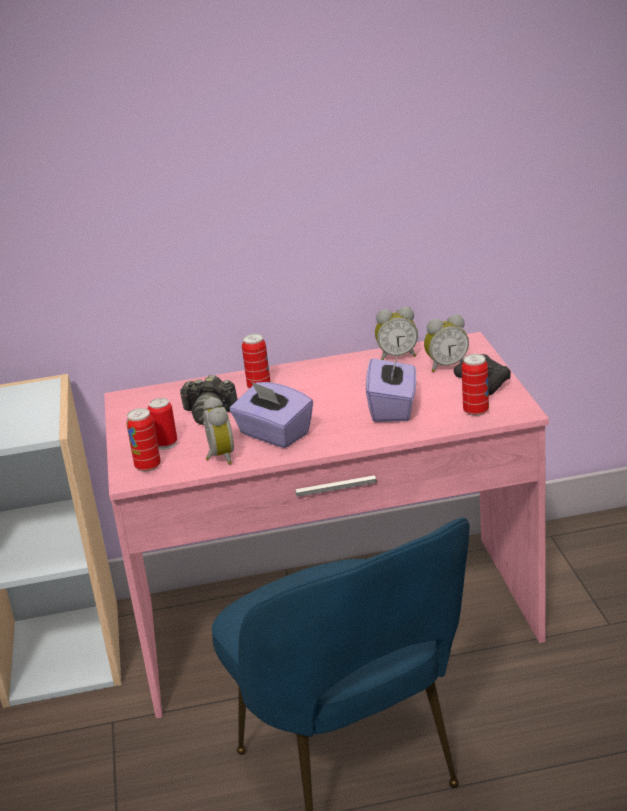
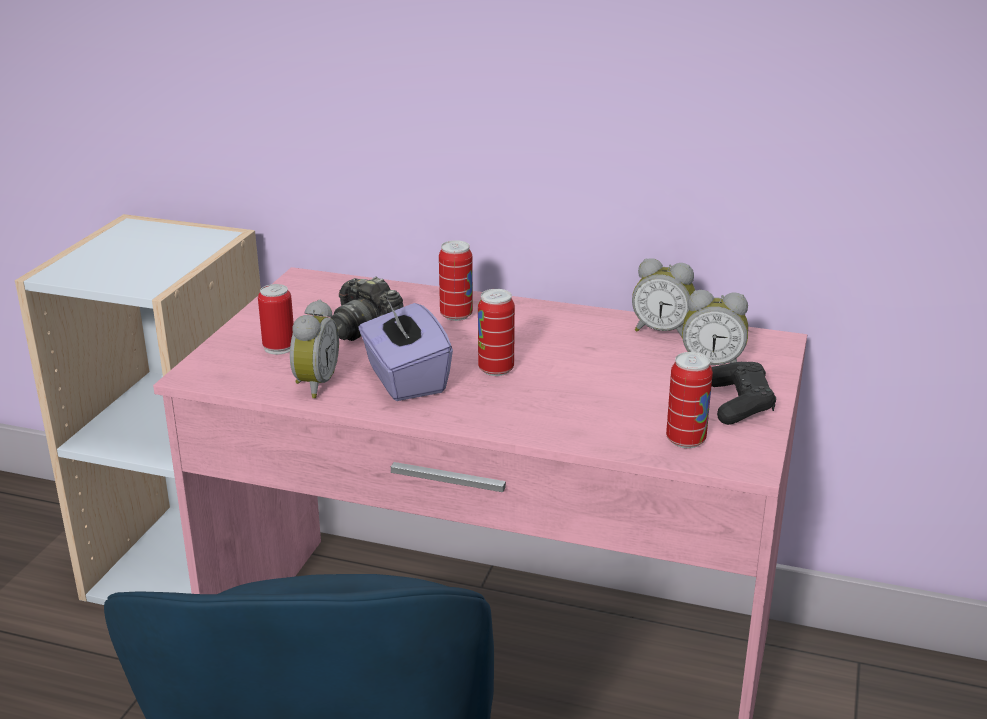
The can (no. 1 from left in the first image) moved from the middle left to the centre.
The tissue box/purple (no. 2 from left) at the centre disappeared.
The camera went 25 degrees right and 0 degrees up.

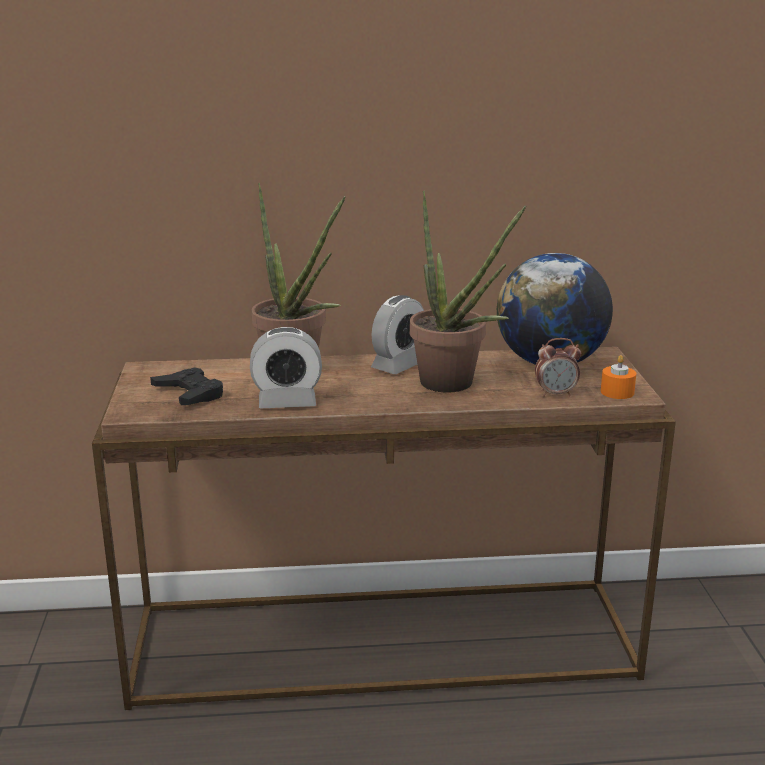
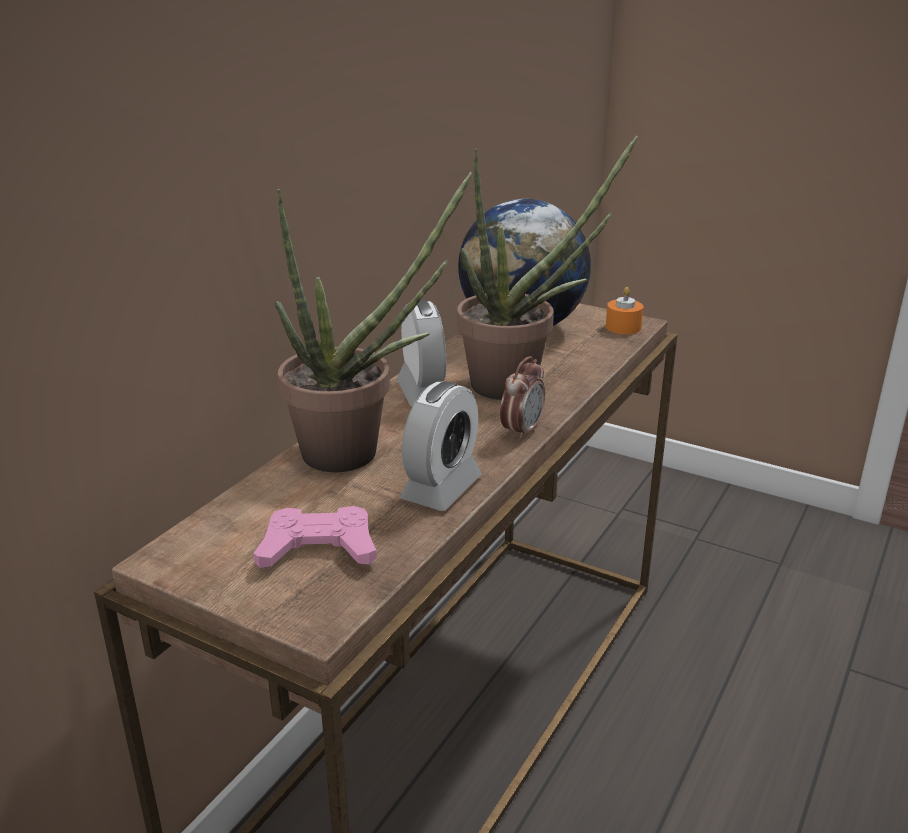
The game controller/black at the middle left became the game controller/pink at the centre.
The alarm clock (no. 3 from left) moved from the middle right to the centre.
The camera went 55 degrees left and 5 degrees up.

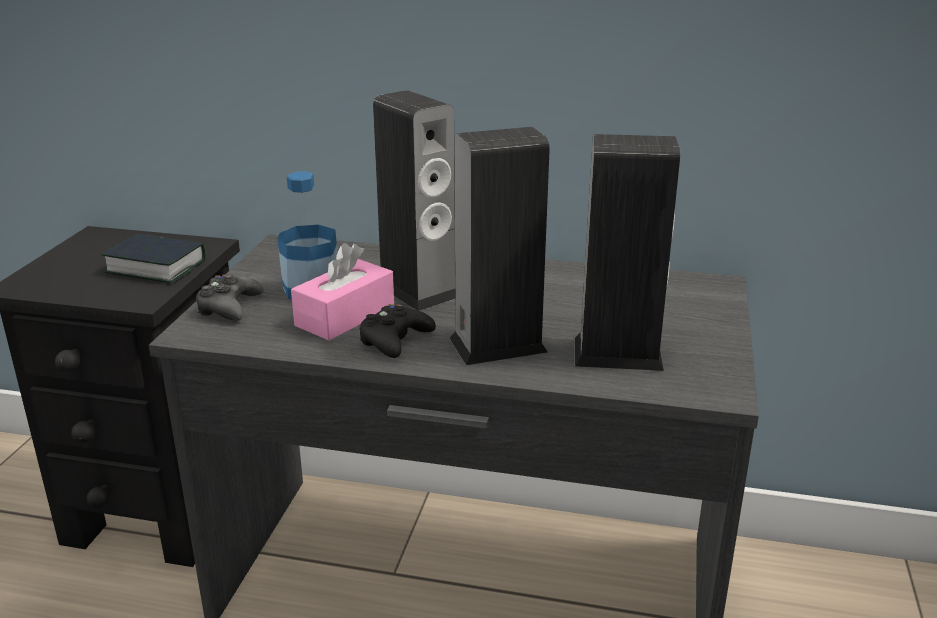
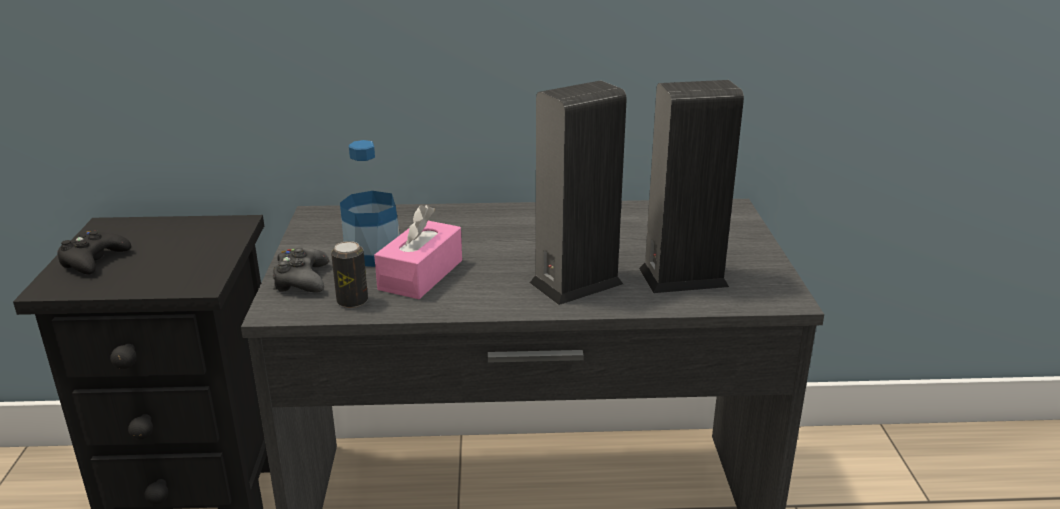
The game controller/black (no. 2 from left in the first image) moved from the centre to the middle left.
The can at the middle left appeared.
The book at the middle left disappeared.
The speaker (no. 1 from left) at the top centre disappeared.
The camera went 15 degrees left and 0 degrees up.

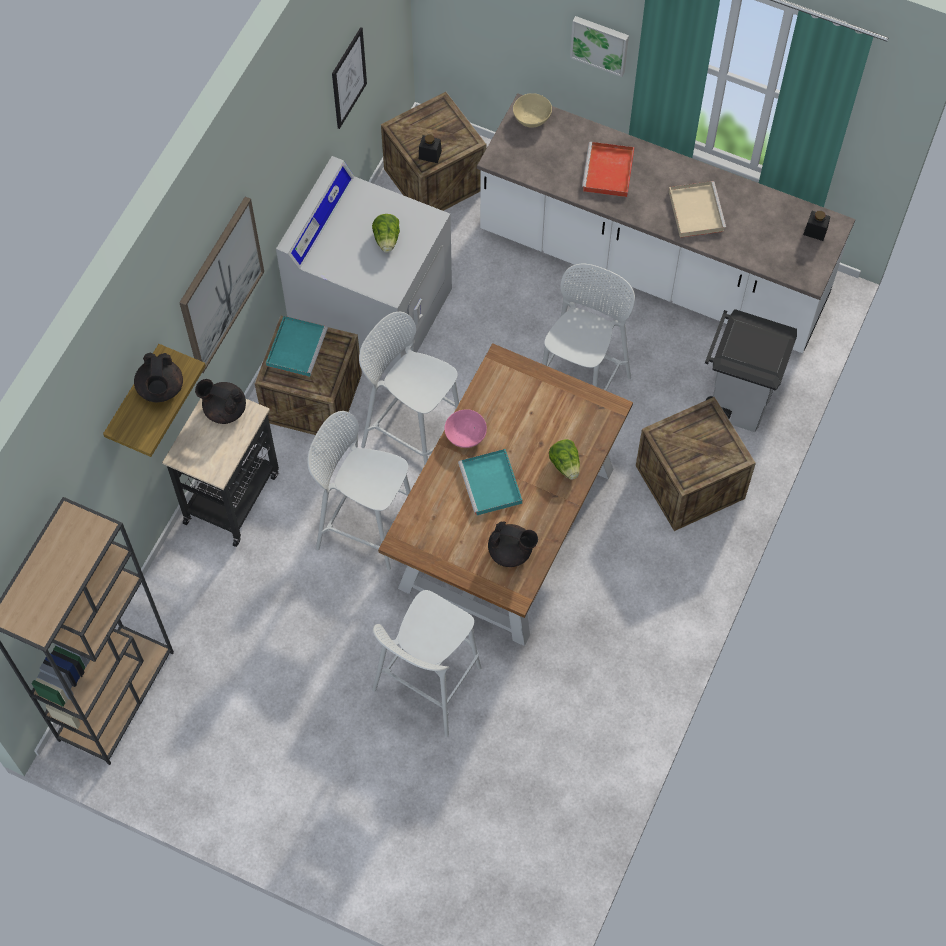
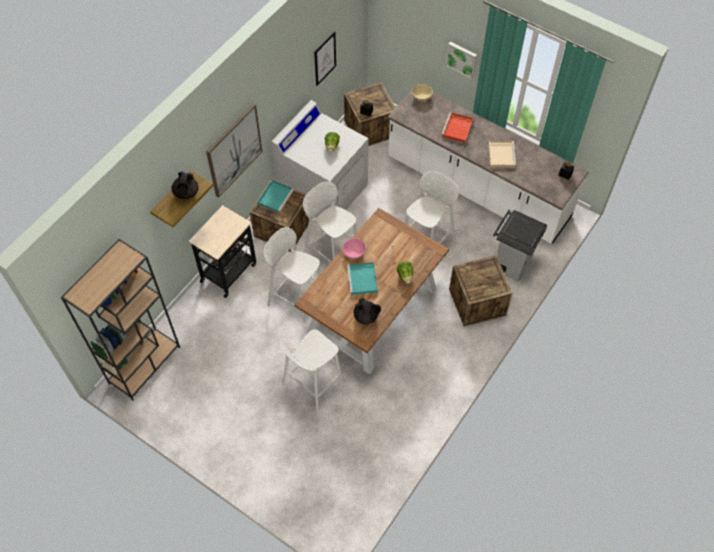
The teapot/black (no. 2 from left) at the middle left disappeared.
The camera went 10 degrees right and 5 degrees down.

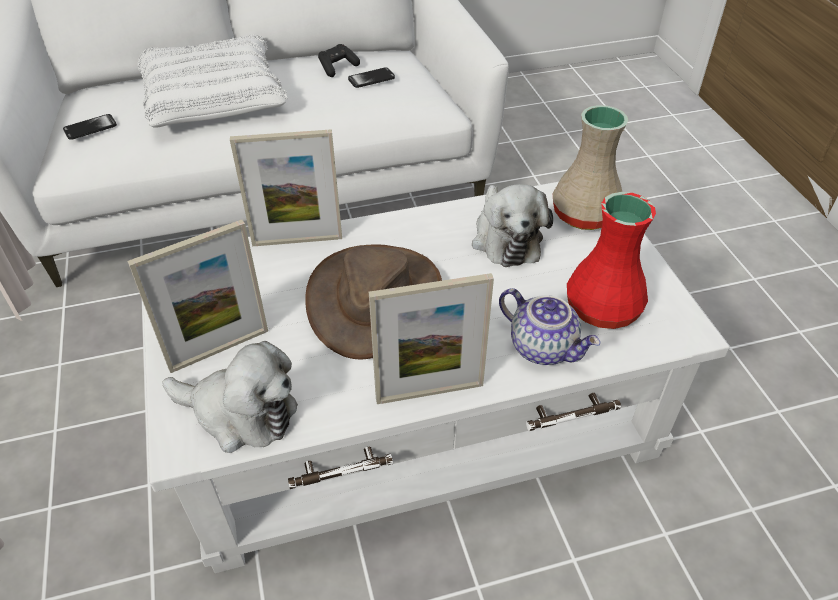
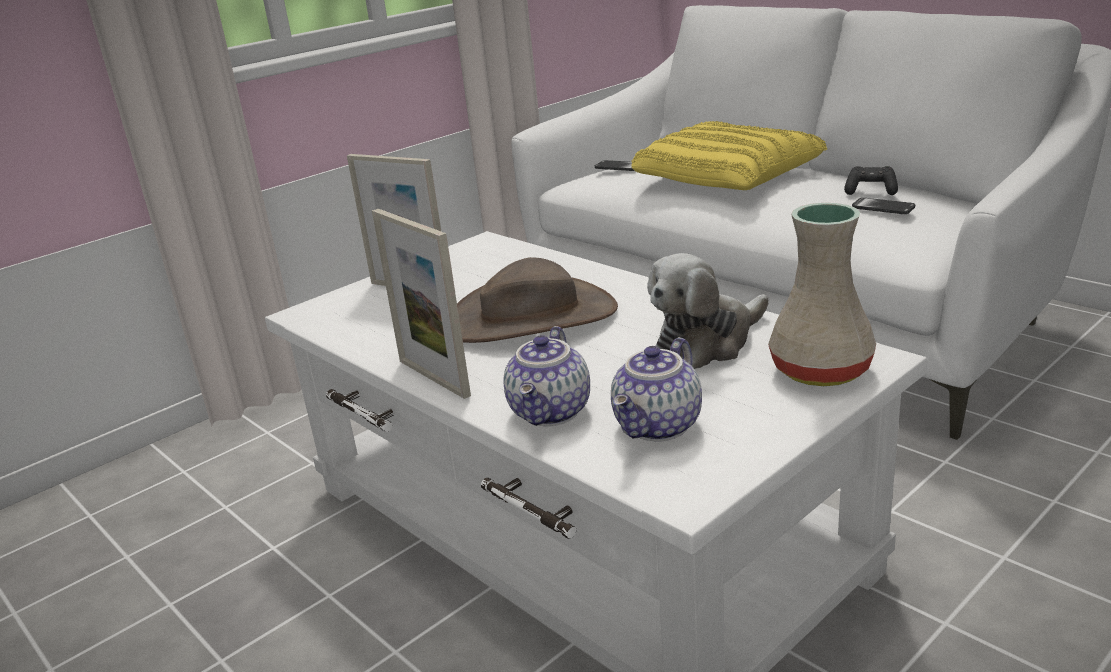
The vase/red at the middle right was replaced by the teapot (no. 2 from left) at the centre.
The pillow/white at the top left became the pillow/yellow at the top centre.
The plush toy (no. 1 from left) at the middle left disappeared.
The picture frame (no. 2 from left) at the top centre disappeared.
The camera went 65 degrees right and 20 degrees down.

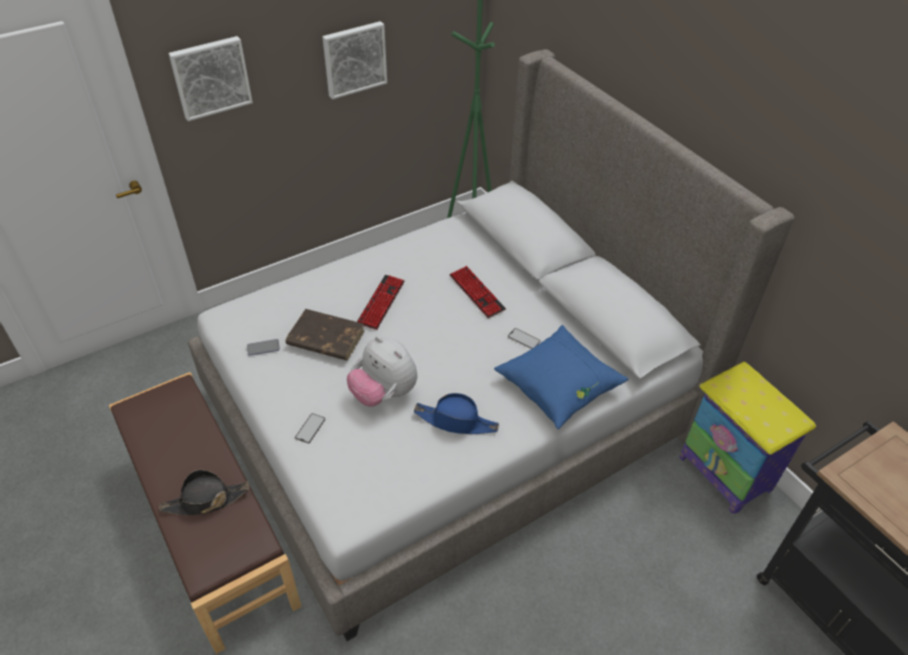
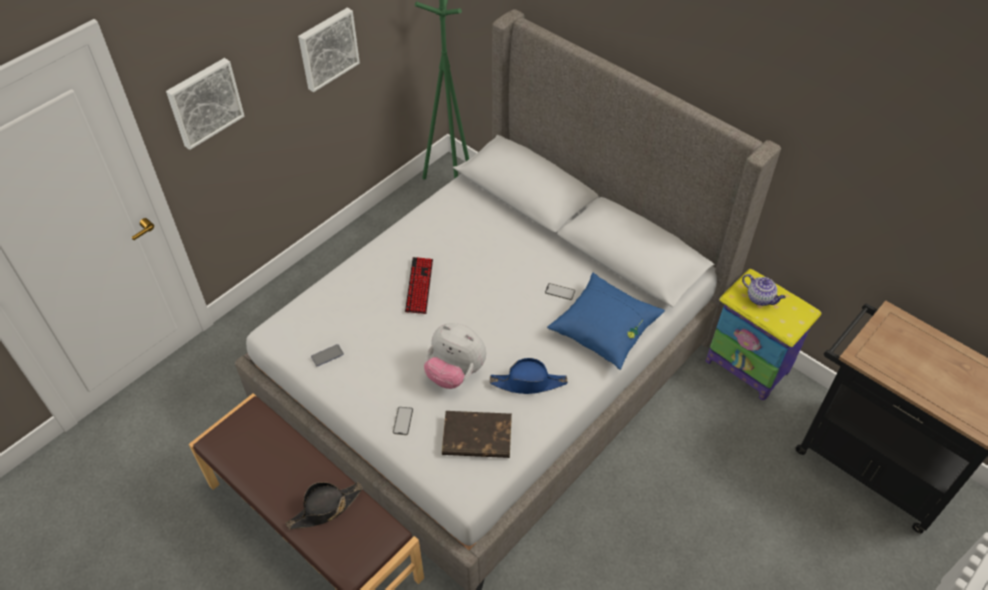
The book/brown moved from the centre to the bottom centre.
The teapot at the middle right appeared.
The keyboard (no. 2 from left) at the centre disappeared.
The camera went 15 degrees left and 5 degrees up.

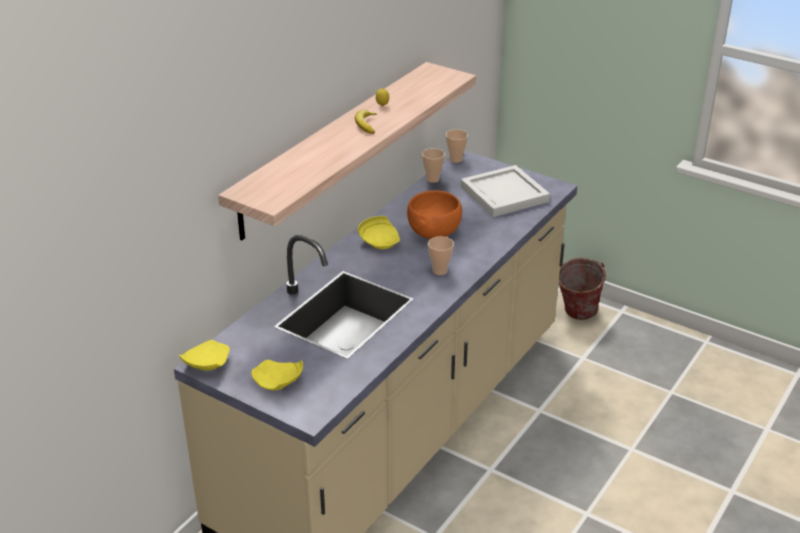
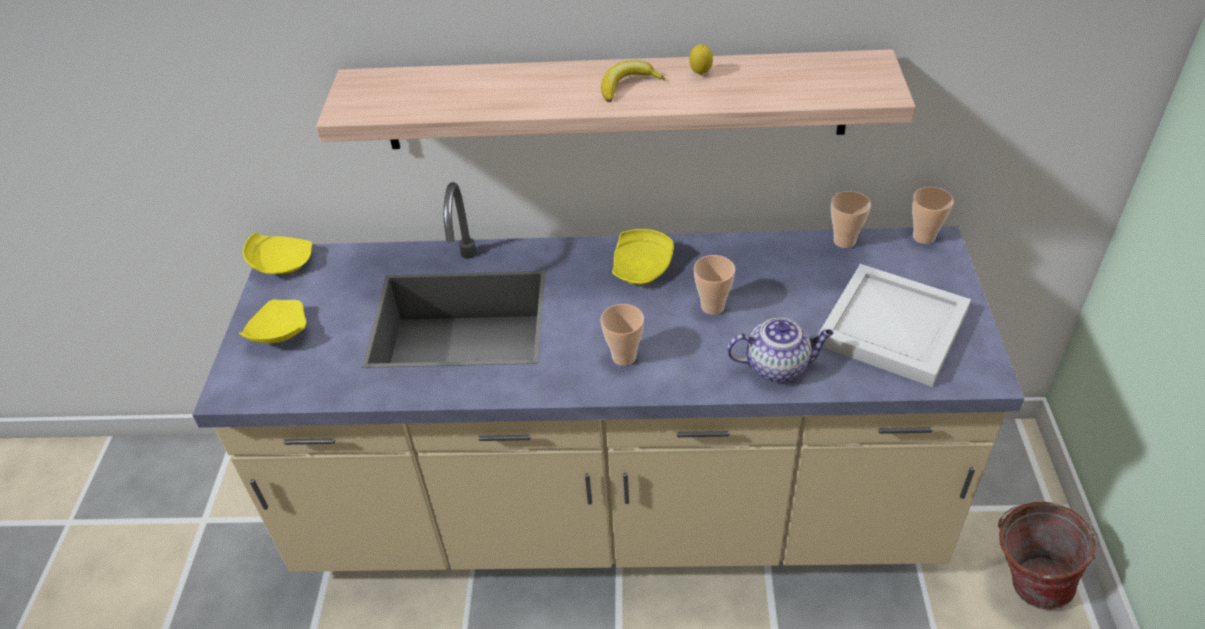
The bowl/orange at the centre was replaced by the cup (no. 2 from left) at the centre.
The teapot at the centre appeared.
The camera went 60 degrees right and 10 degrees up.

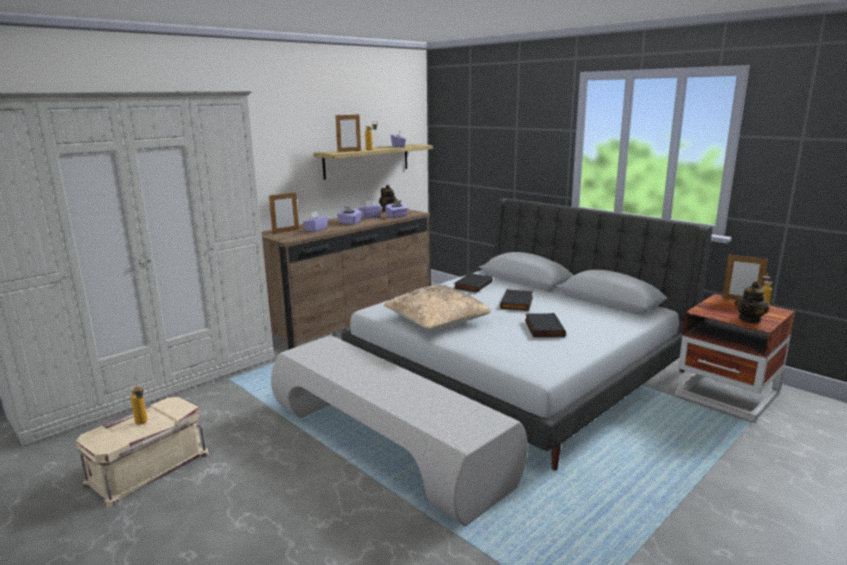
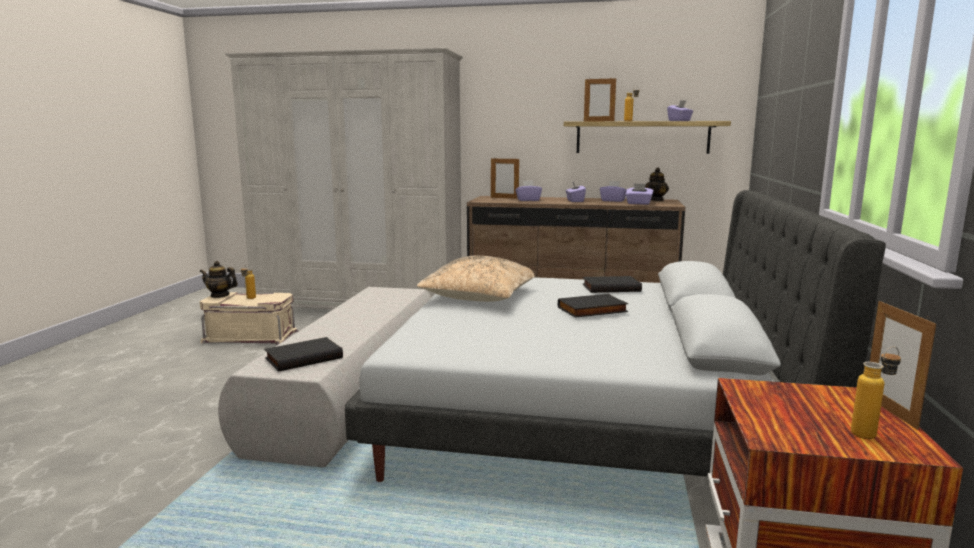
The teapot (no. 2 from left in the first image) moved from the middle right to the middle left.
The book/black (no. 3 from left in the first image) moved from the centre to the middle left.
The camera went 55 degrees right and 5 degrees down.

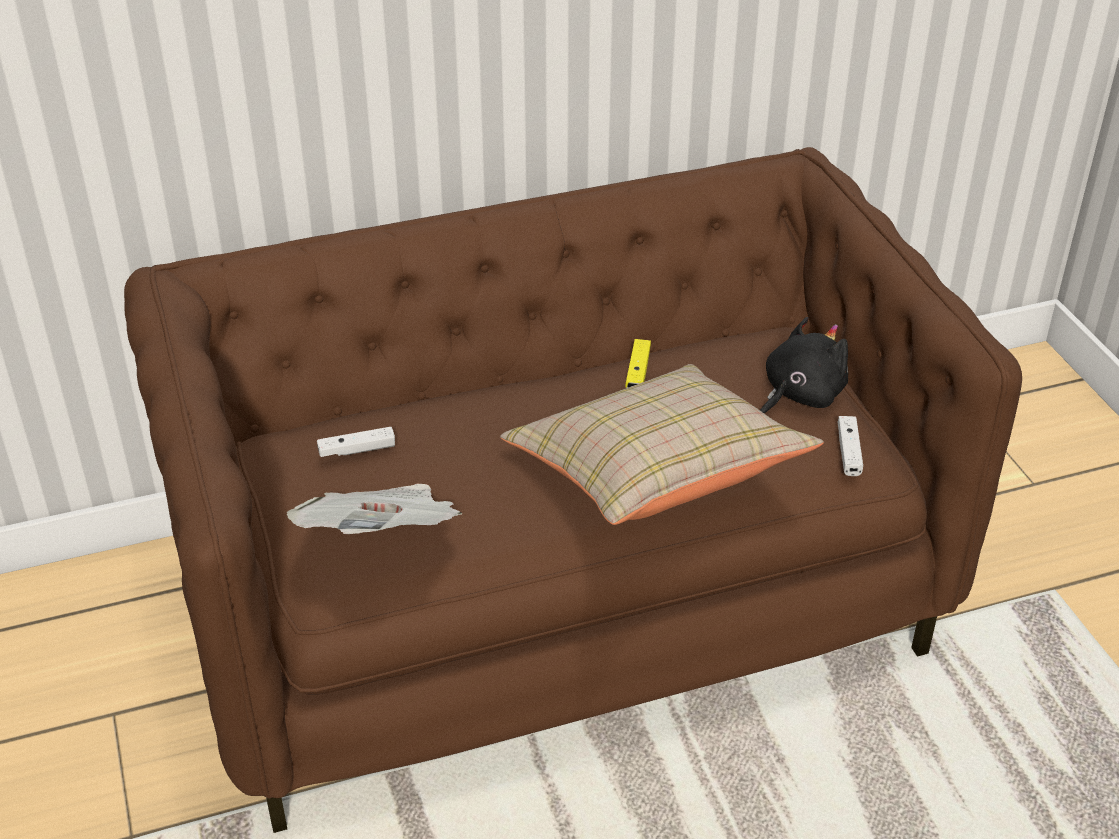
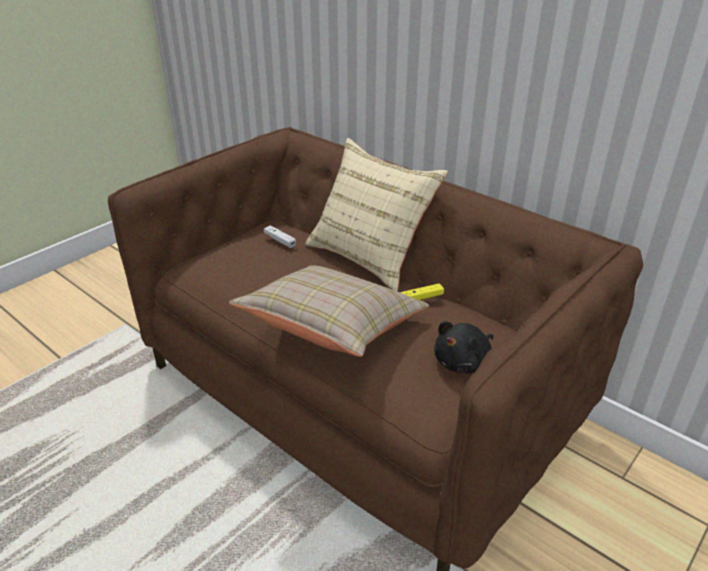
The pillow/beige (no. 2 from left) at the centre appeared.
The plush toy/black at the middle right turned 120 degrees clockwise.
The newspaper at the centre disappeared.
The game controller/white (no. 2 from left) at the middle right disappeared.
The camera went 60 degrees right and 5 degrees down.

